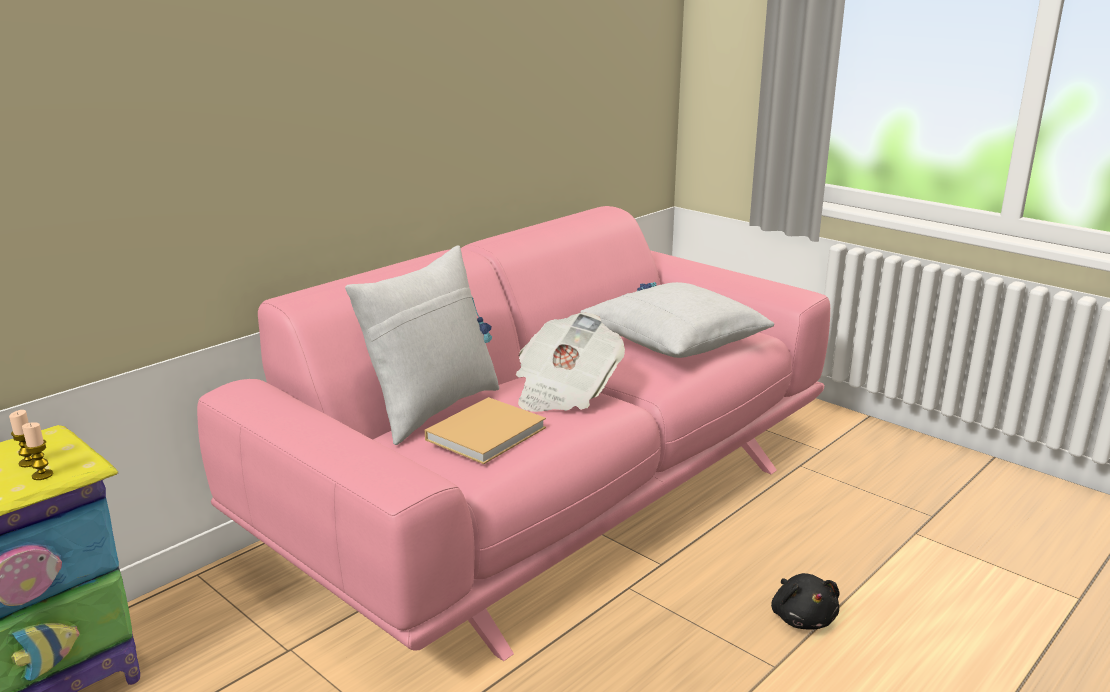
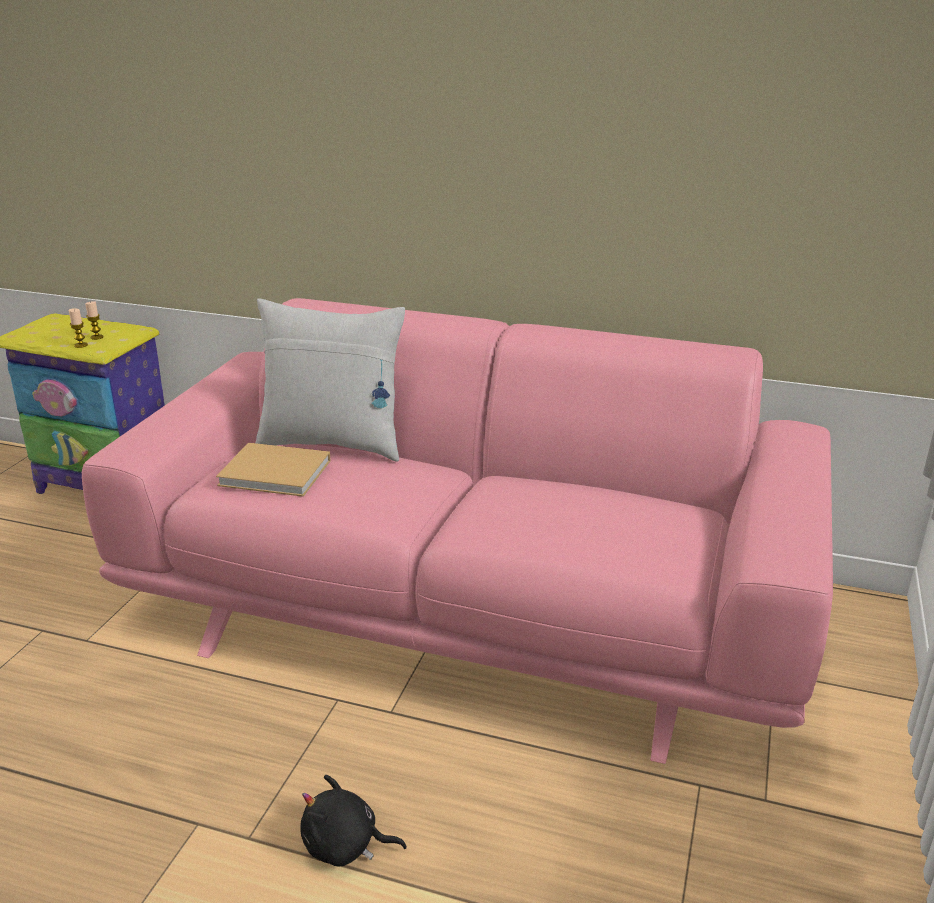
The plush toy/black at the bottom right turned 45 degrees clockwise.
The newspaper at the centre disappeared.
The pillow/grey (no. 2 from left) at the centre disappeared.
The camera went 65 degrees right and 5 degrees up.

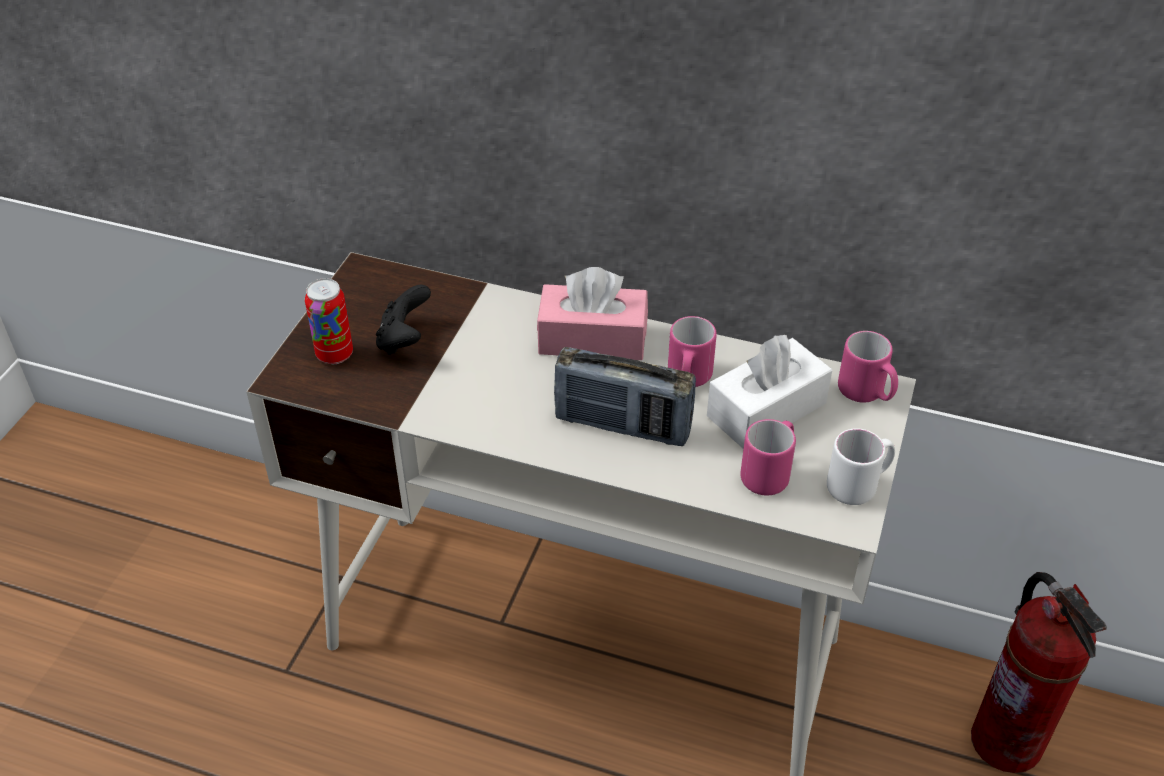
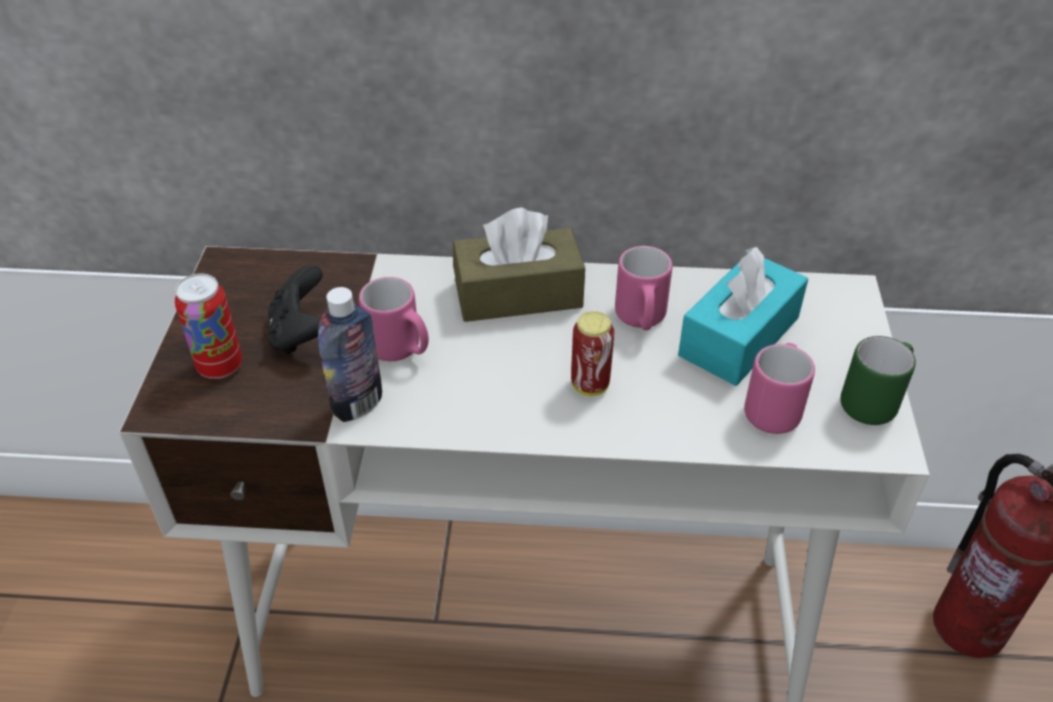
The bottle at the middle left appeared.
The mug/pink (no. 3 from left in the first image) moved from the middle right to the centre.
The tissue box/pink at the centre became the tissue box/brown at the centre.
The radio at the centre was replaced by the can (no. 2 from left) at the centre.
The tissue box/white at the centre became the tissue box/turquoise at the middle right.
The mug/white at the middle right became the mug/green at the middle right.
The camera went 15 degrees left and 0 degrees up.

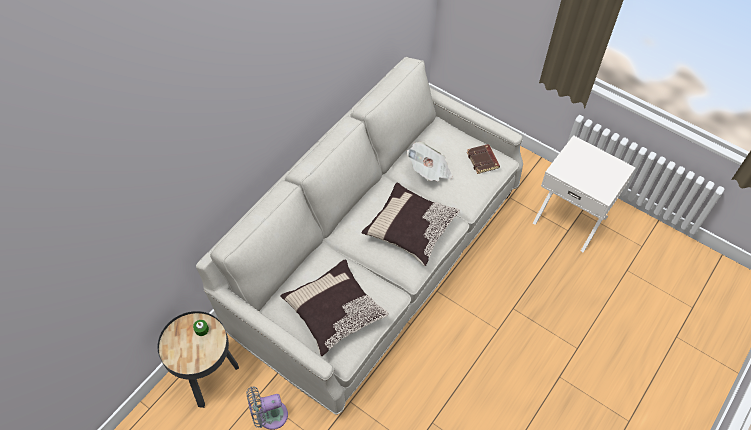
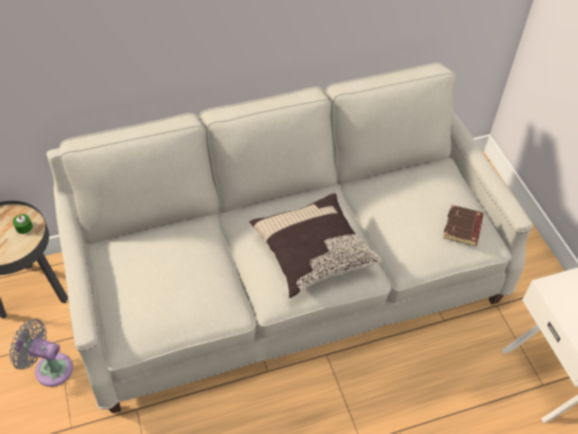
The pillow (no. 1 from left) at the bottom centre disappeared.
The newspaper at the centre disappeared.
The camera went 35 degrees right and 5 degrees down.

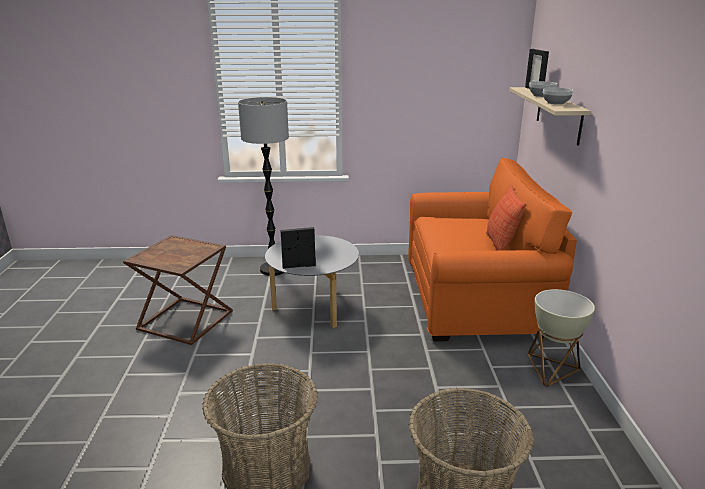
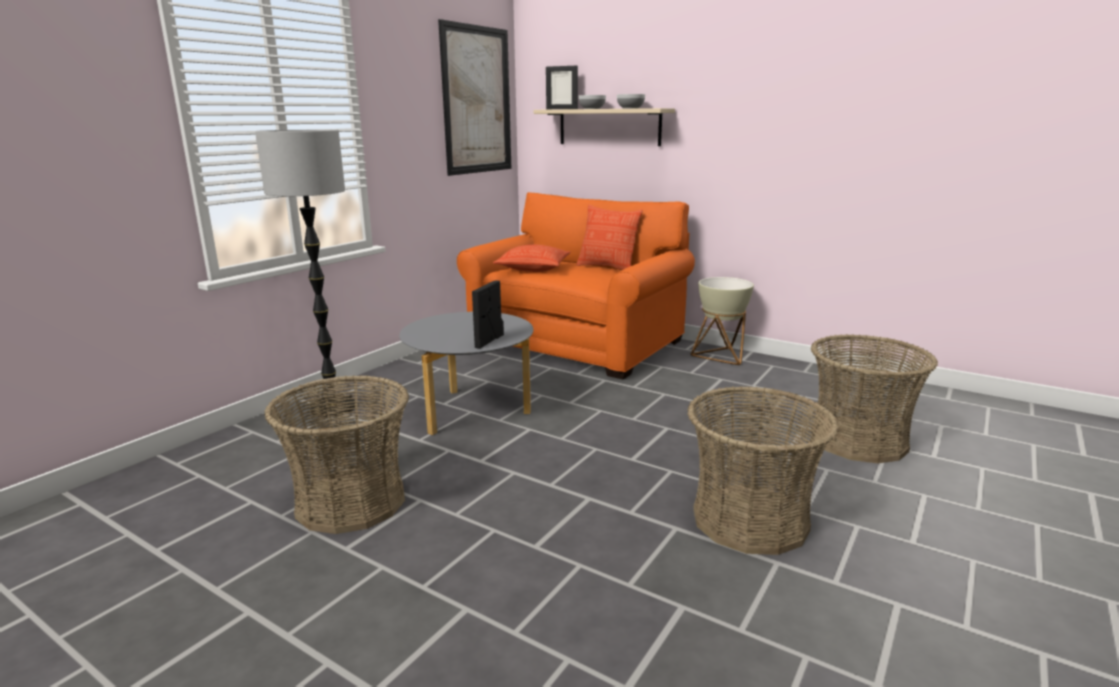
The side table/brown at the middle left was replaced by the basket (no. 1 from left) at the middle left.
The picture at the top centre appeared.
The pillow/orange (no. 1 from left) at the centre appeared.
The camera went 55 degrees left and 5 degrees down.

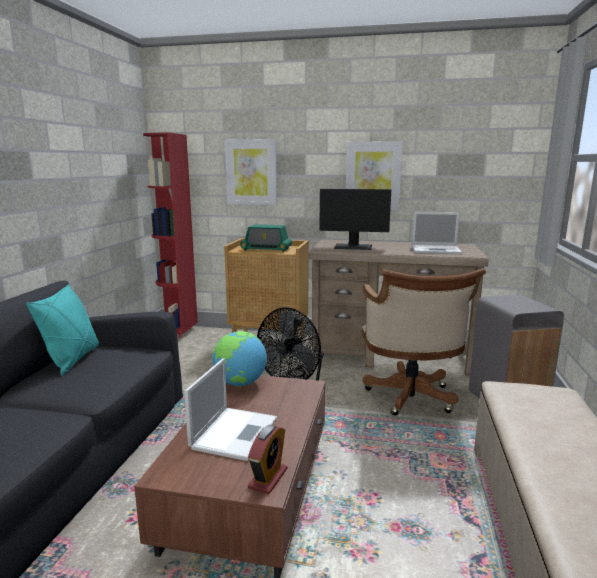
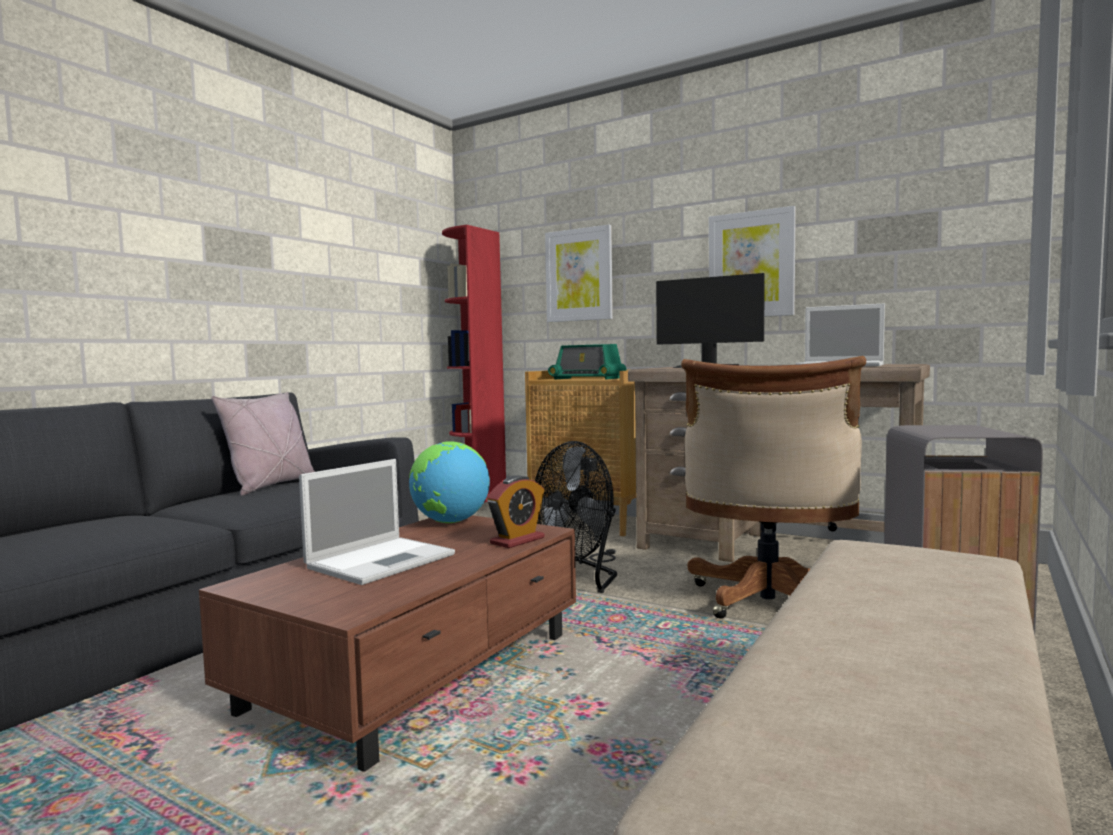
The pillow/turquoise at the middle left became the pillow/purple at the middle left.
The alarm clock moved from the bottom centre to the centre.
The camera went 20 degrees right and 10 degrees down.

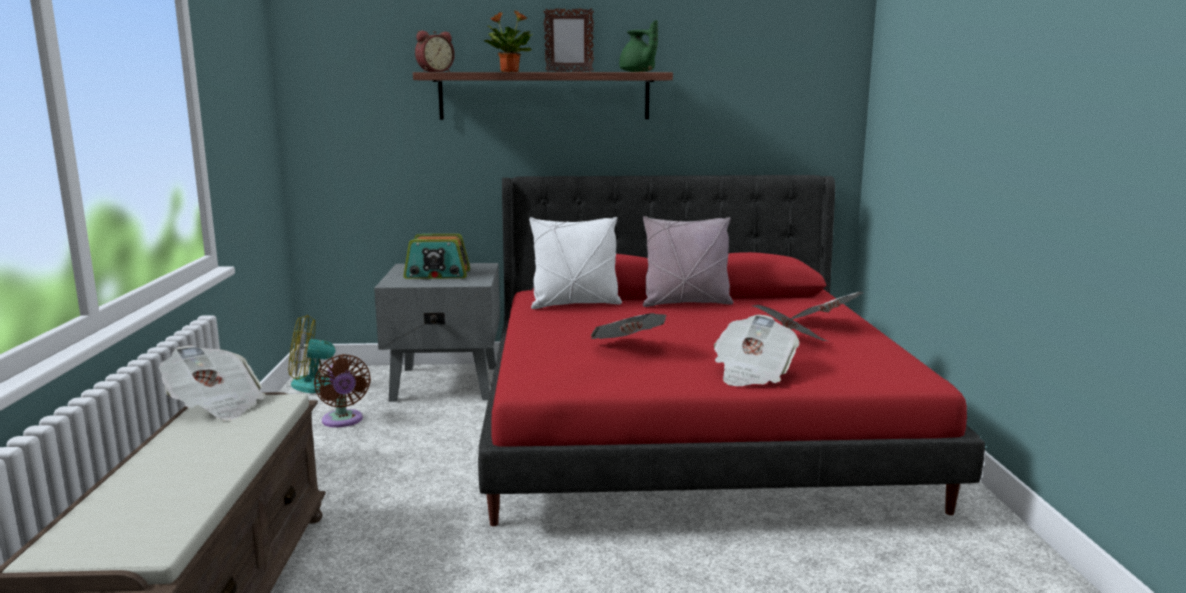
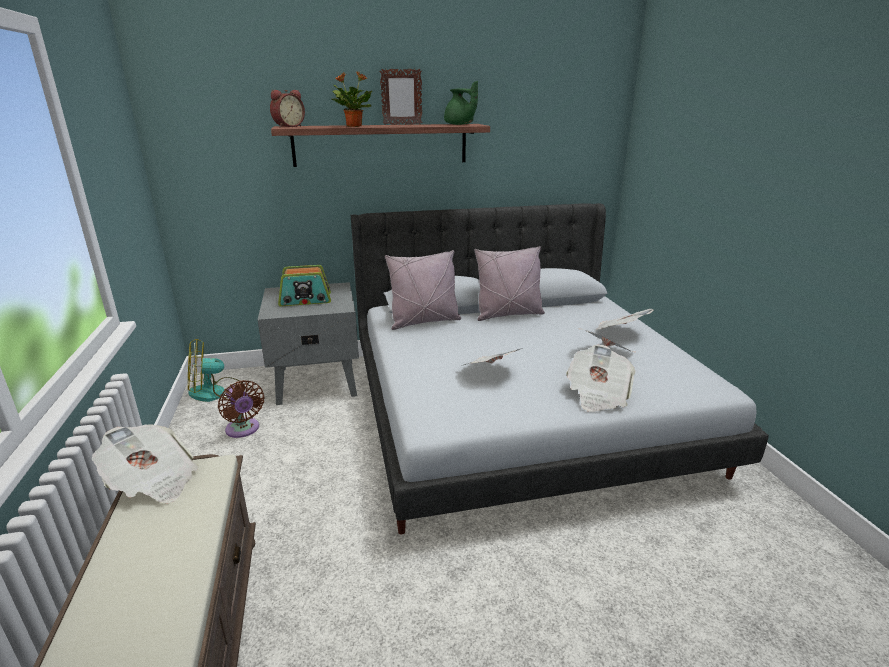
The bed/red at the centre became the bed/grey at the centre.
The pillow/white at the centre became the pillow/purple (no. 1 from left) at the centre.
The camera went 10 degrees left and 10 degrees up.

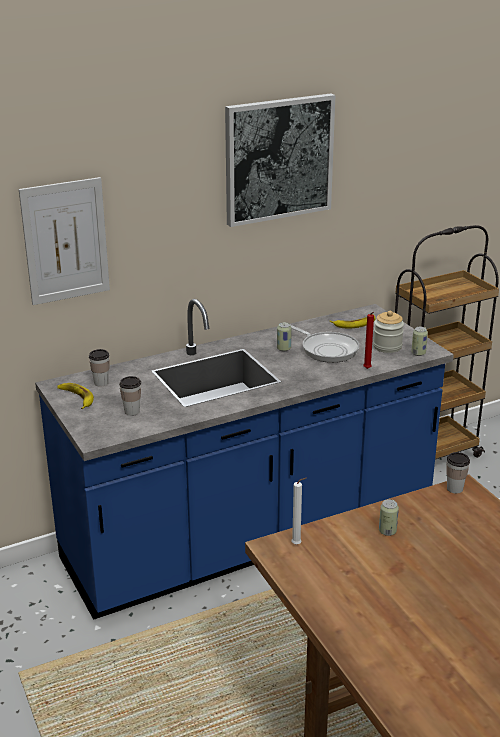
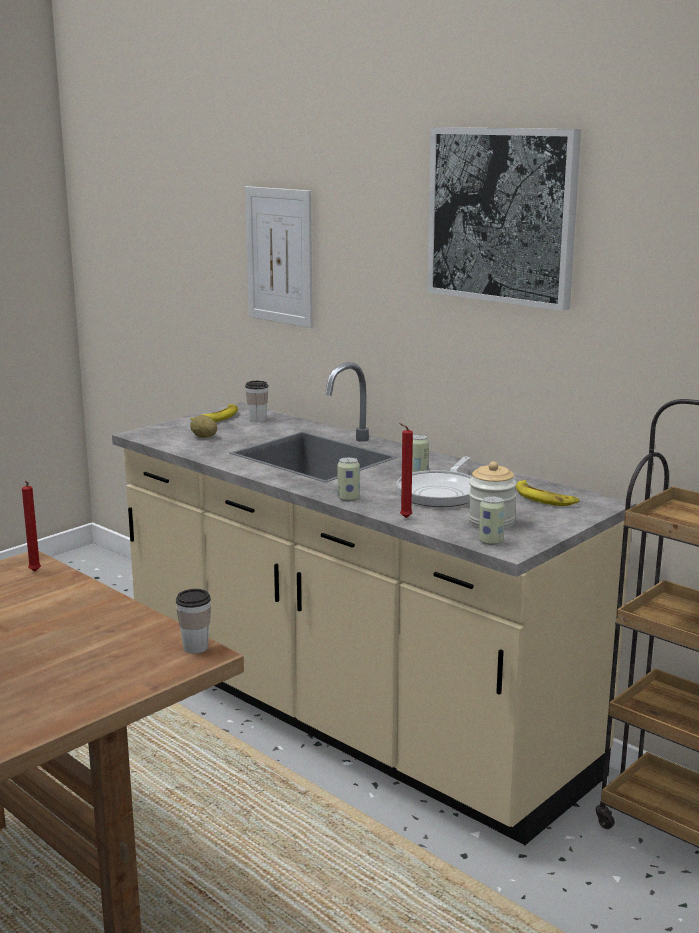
The candle/white at the bottom centre became the candle/red (no. 1 from left) at the middle left.
The counter/blue at the centre became the counter/beige at the centre.
The cup (no. 2 from left) at the middle left was replaced by the potato at the middle left.
The can (no. 2 from left in the first image) moved from the bottom right to the centre.
The camera went 70 degrees right and 10 degrees down.

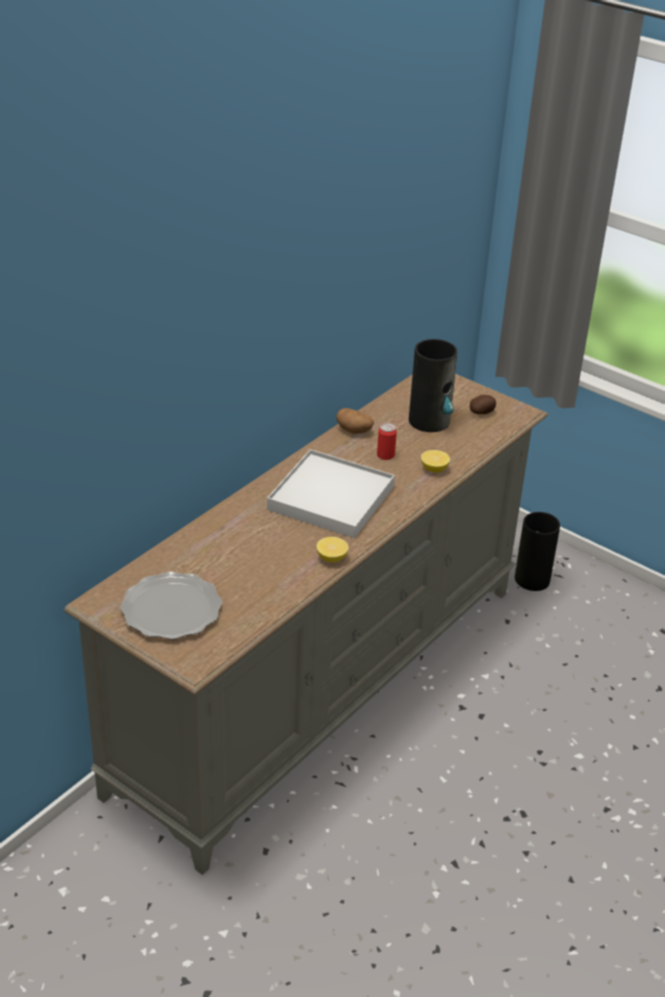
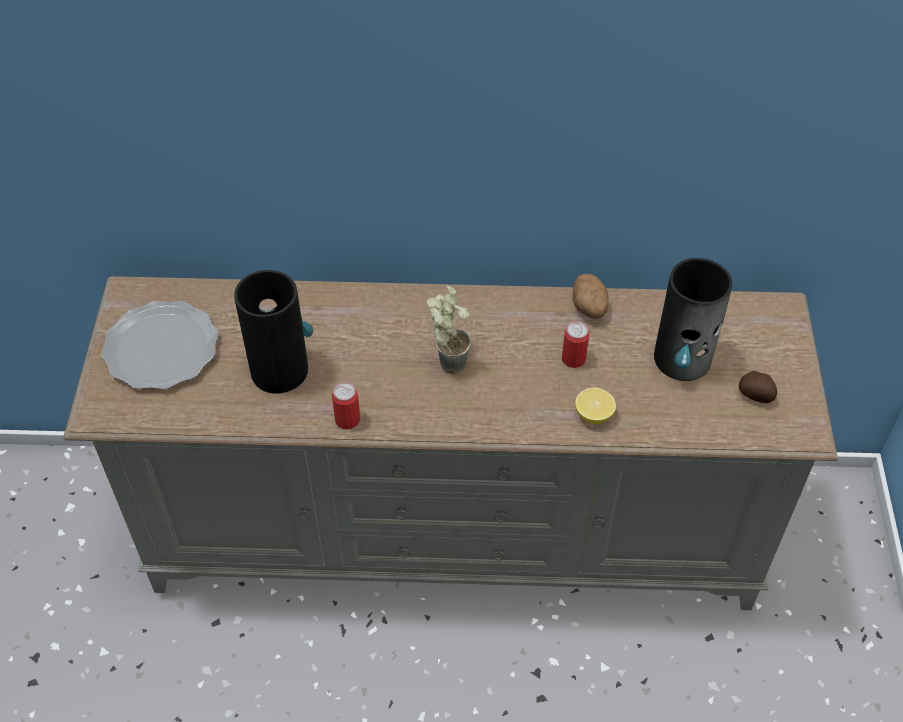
The vase (no. 2 from left in the first image) moved from the middle right to the middle left.
The lemon (no. 1 from left) at the centre was replaced by the can (no. 1 from left) at the centre.
The tray/white at the centre was replaced by the potted plant at the centre.
The camera went 55 degrees right and 15 degrees up.

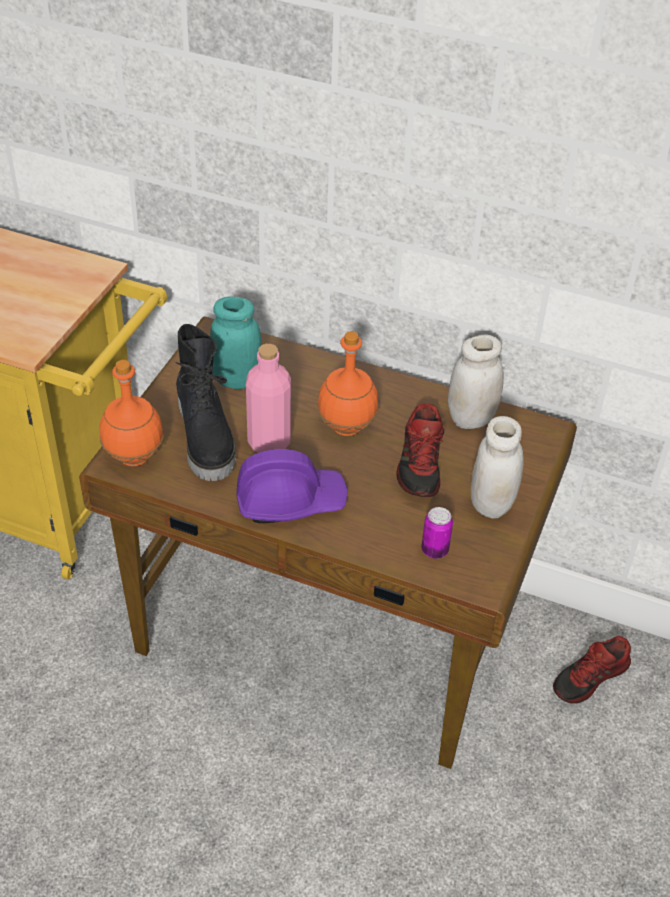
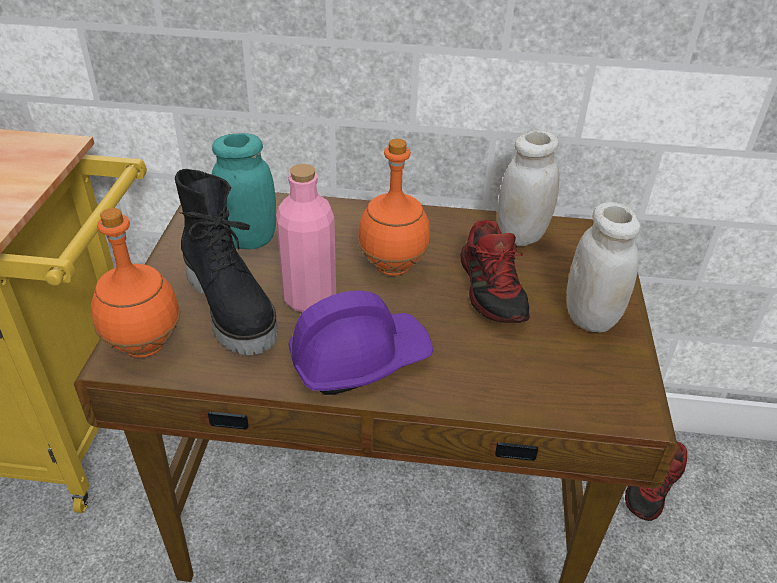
The can at the centre disappeared.
The camera went 15 degrees left and 5 degrees down.

